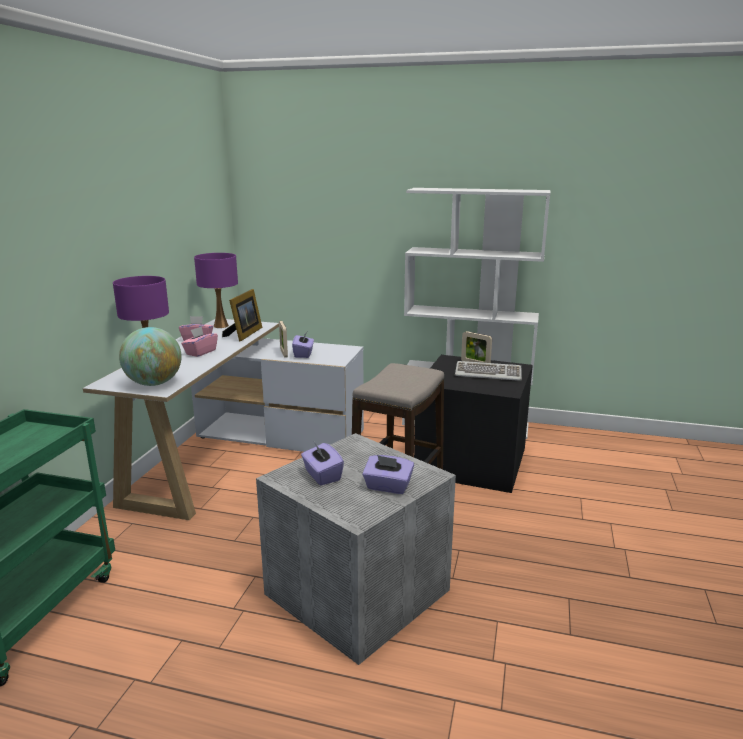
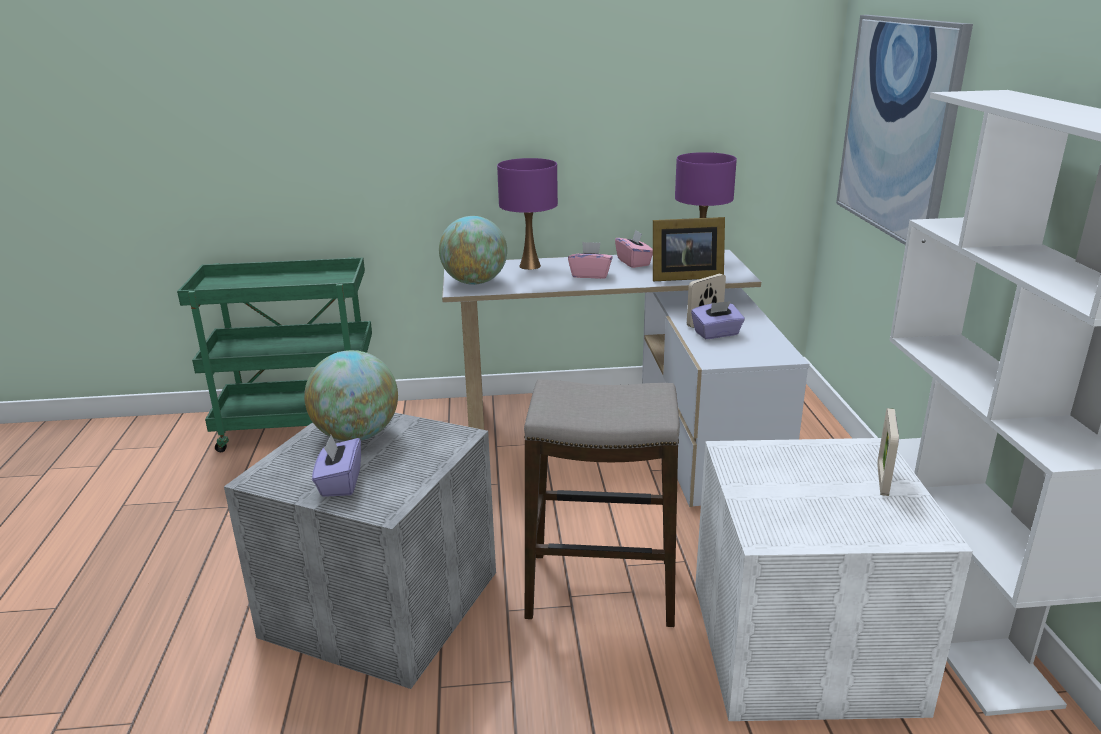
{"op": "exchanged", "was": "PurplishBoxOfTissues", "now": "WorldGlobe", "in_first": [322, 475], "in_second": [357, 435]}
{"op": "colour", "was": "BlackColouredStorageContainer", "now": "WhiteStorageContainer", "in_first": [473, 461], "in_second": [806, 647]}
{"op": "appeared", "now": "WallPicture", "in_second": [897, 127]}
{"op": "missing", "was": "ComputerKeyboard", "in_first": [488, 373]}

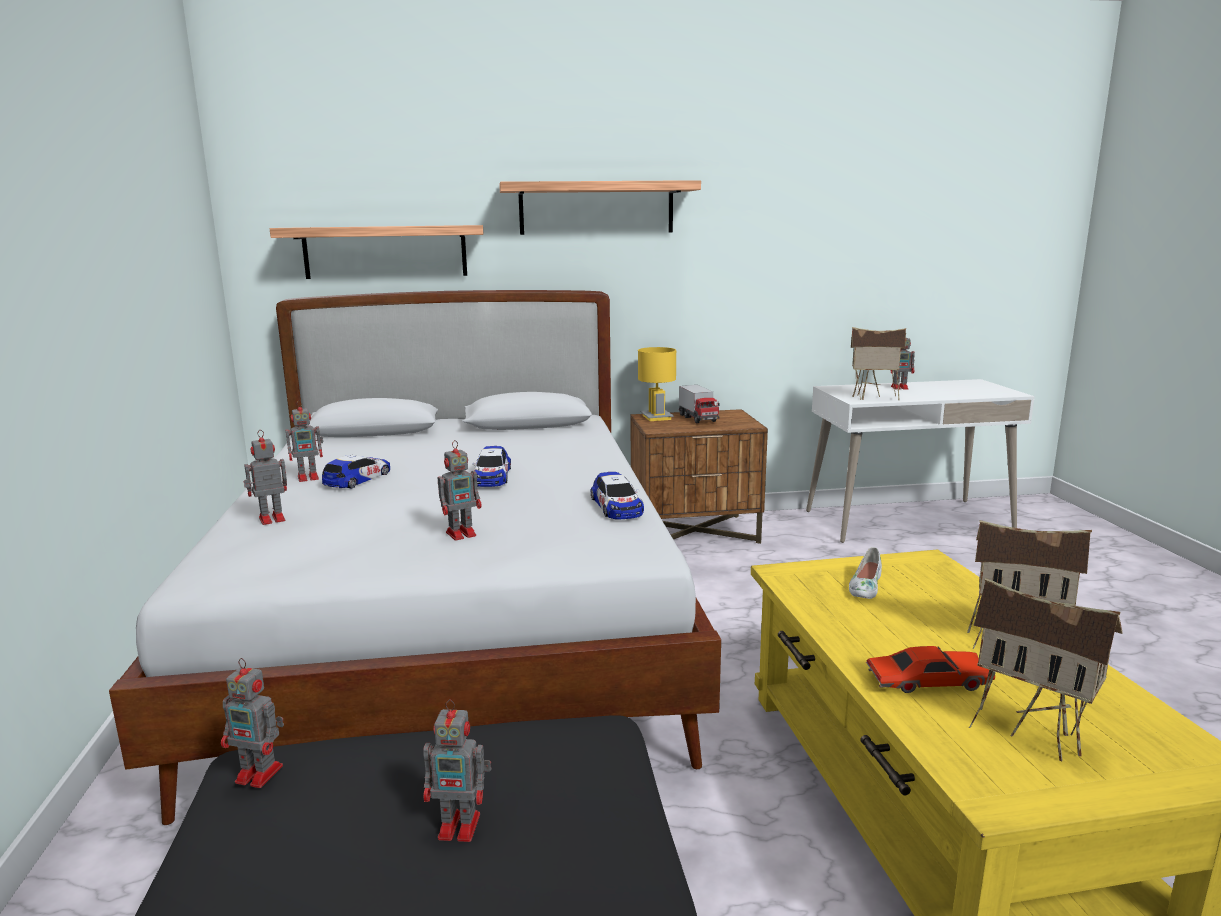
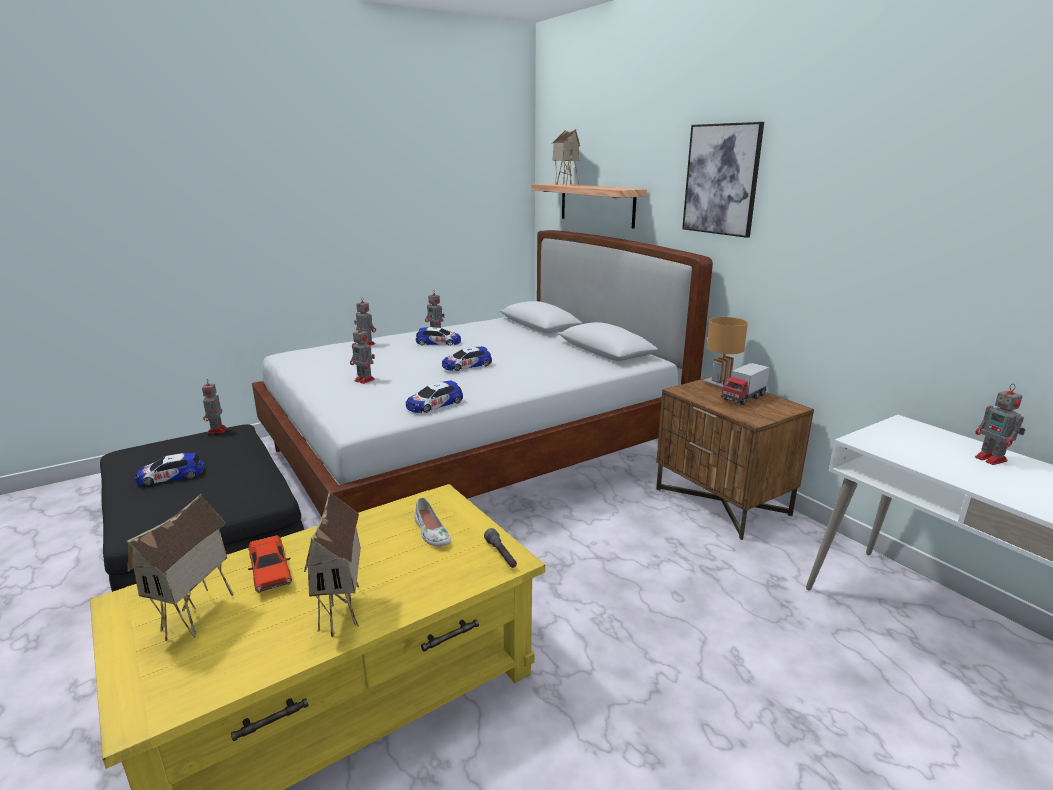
{"op": "exchanged", "was": "ToyRobot", "now": "ToyCar", "in_first": [462, 826], "in_second": [170, 476]}
{"op": "spun", "was": "WhiteLowShoe", "in_first": [865, 586], "in_second": [431, 533], "clockwise": -120}
{"op": "appeared", "now": "GreyishHandTorch", "in_second": [501, 554]}
{"op": "relocated", "was": "MiniatureHouse", "in_first": [874, 398], "in_second": [565, 184]}
{"op": "exchanged", "was": "WallShelf", "now": "WallPicture", "in_first": [596, 208], "in_second": [721, 179]}
{"op": "colour", "was": "YellowTabletopLamp", "now": "BrownishTabletopLamp", "in_first": [656, 417], "in_second": [720, 384]}

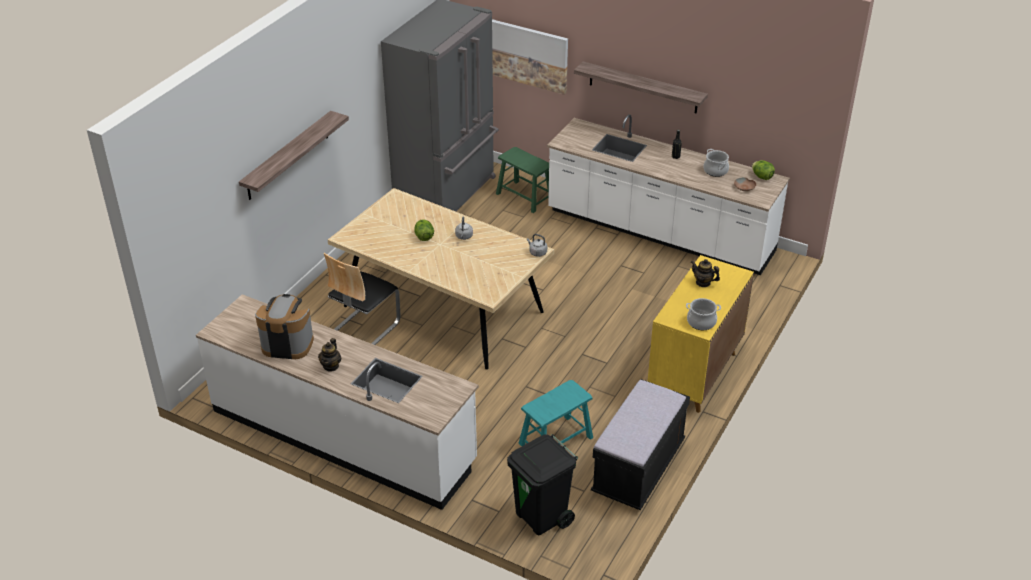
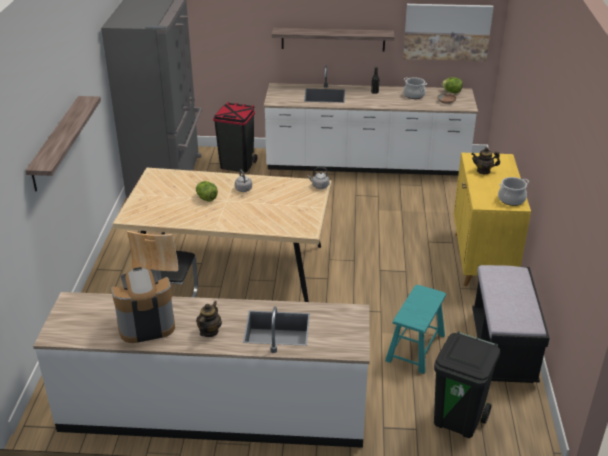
{"op": "spun", "was": "TeaPot", "in_first": [331, 366], "in_second": [209, 332], "clockwise": -150}
{"op": "exchanged", "was": "GreenishStool", "now": "BlackColouredWasteBin", "in_first": [525, 196], "in_second": [237, 164]}
{"op": "relocated", "was": "WallPicture", "in_first": [527, 55], "in_second": [447, 31]}

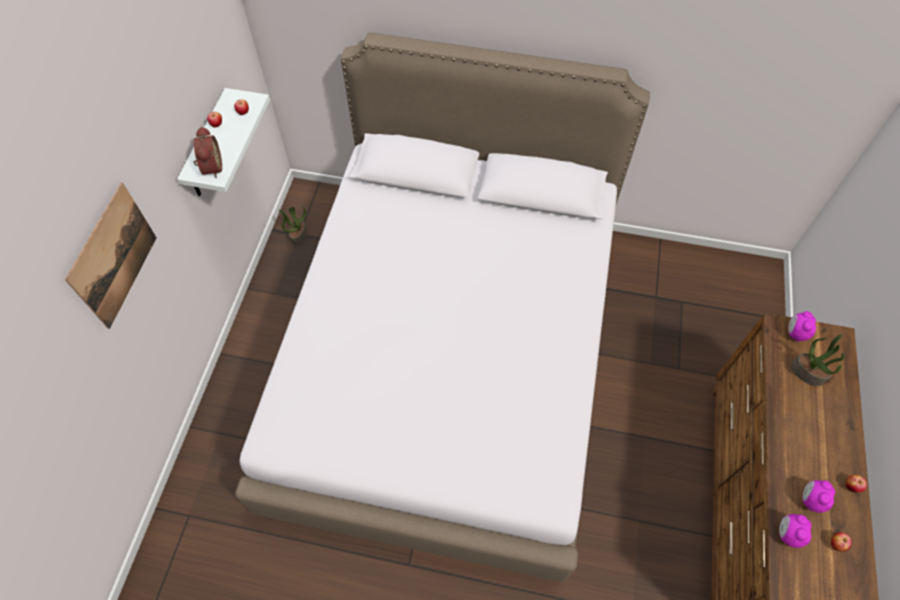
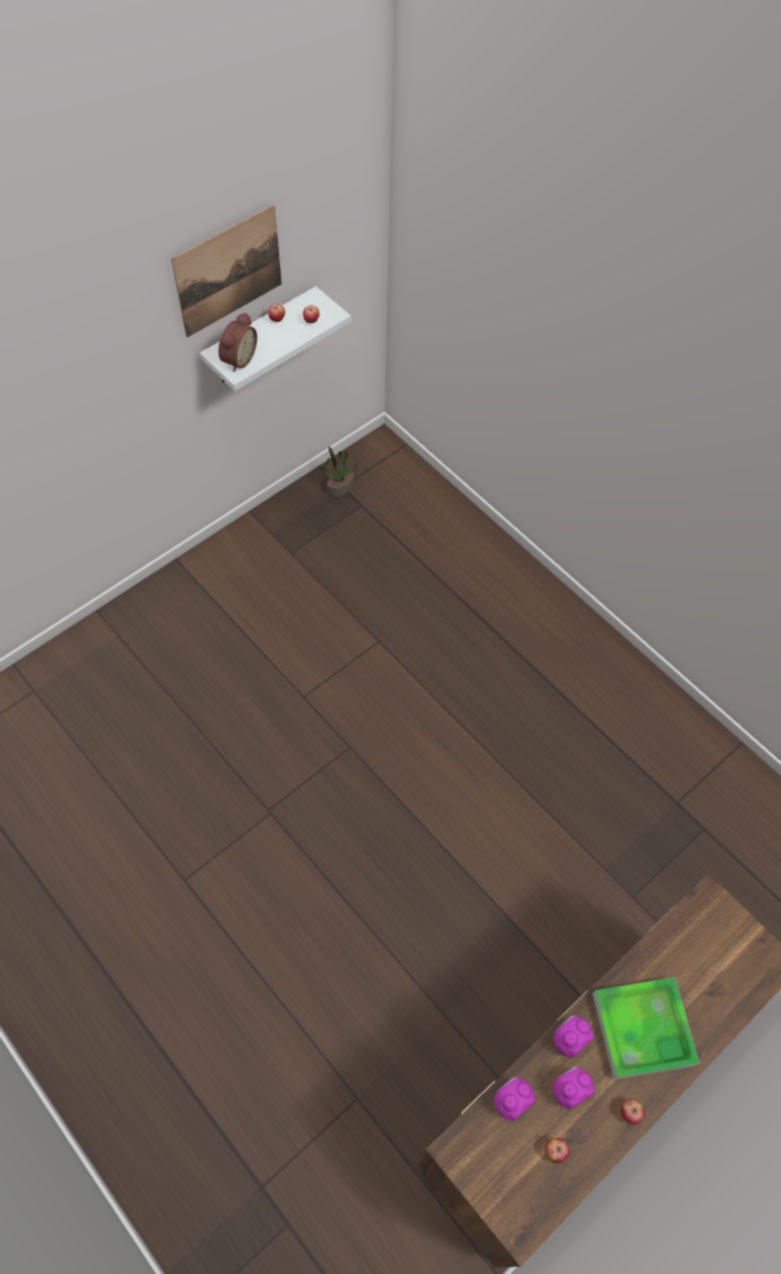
{"op": "relocated", "was": "WallPicture", "in_first": [114, 256], "in_second": [228, 271]}
{"op": "relocated", "was": "BedsideClock", "in_first": [795, 333], "in_second": [569, 1039]}
{"op": "appeared", "now": "ServingTray", "in_second": [642, 1029]}
{"op": "missing", "was": "WhiteSleepingBed", "in_first": [449, 360]}
{"op": "missing", "was": "PottedPlant", "in_first": [807, 373]}

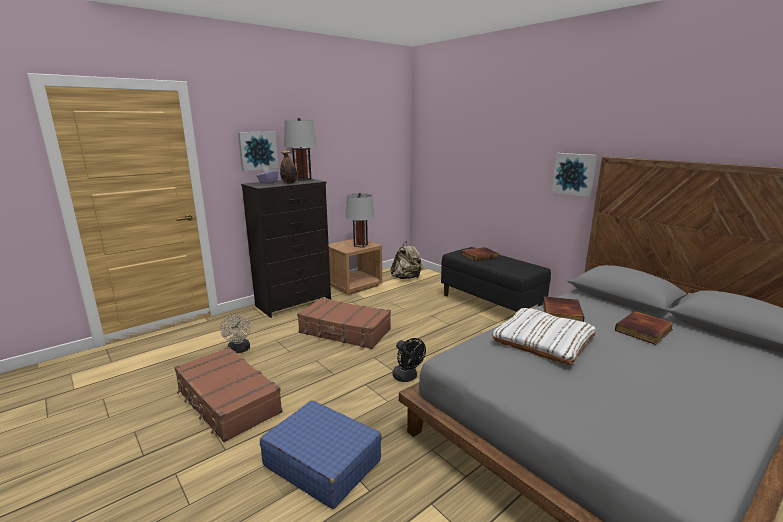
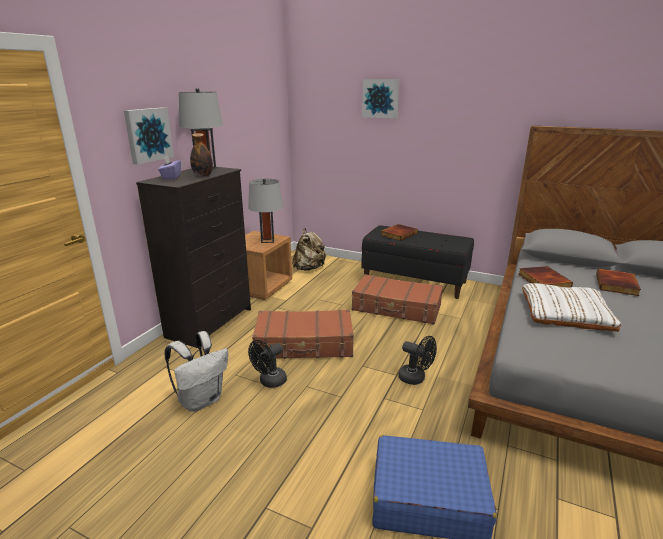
{"op": "exchanged", "was": "BeigeElectricFan", "now": "WhiteRucksack", "in_first": [239, 350], "in_second": [201, 400]}
{"op": "appeared", "now": "BlackColouredElectricFan", "in_second": [269, 382]}
{"op": "relocated", "was": "BrownishTravelCase", "in_first": [227, 402], "in_second": [396, 308]}
{"op": "relocated", "was": "WallPicture", "in_first": [574, 174], "in_second": [381, 98]}

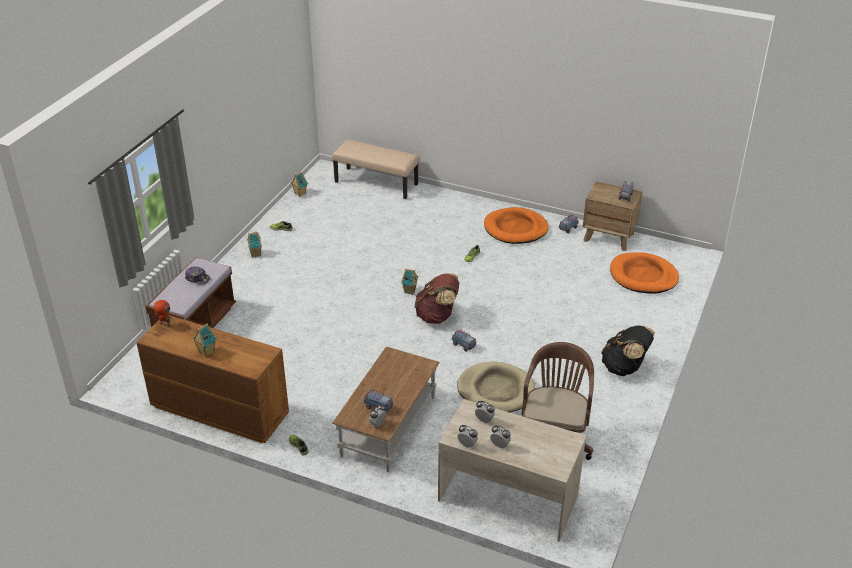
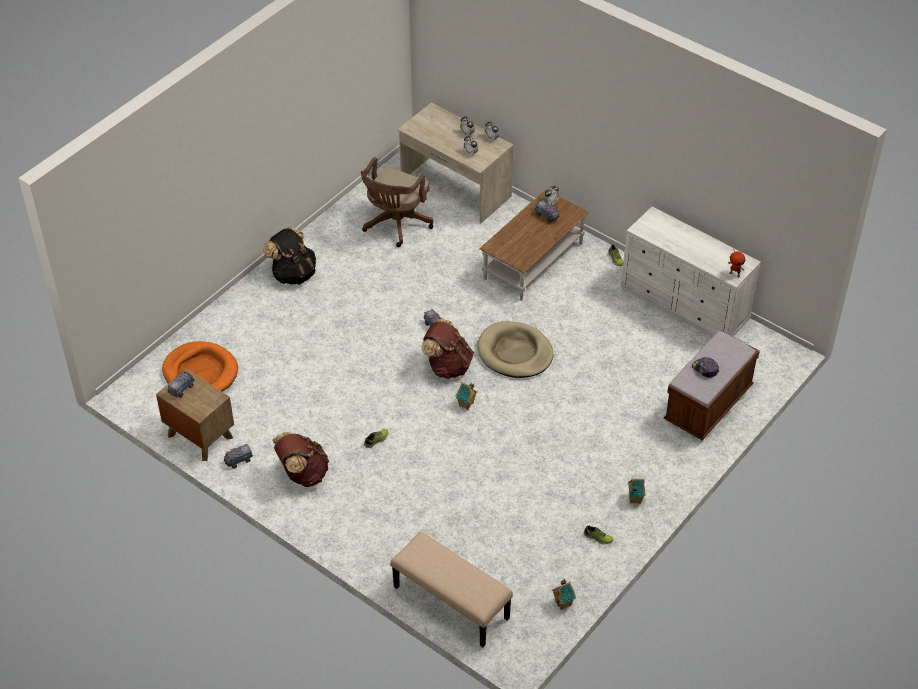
{"op": "exchanged", "was": "OrangeColouredDogCushion", "now": "BrownishRucksack", "in_first": [515, 229], "in_second": [302, 474]}
{"op": "relocated", "was": "BeigeDogCushion", "in_first": [496, 390], "in_second": [515, 353]}
{"op": "colour", "was": "BrownishDrawerChest", "now": "WhiteDrawerChest", "in_first": [219, 410], "in_second": [685, 305]}
{"op": "missing", "was": "MiniatureHouse", "in_first": [206, 352]}

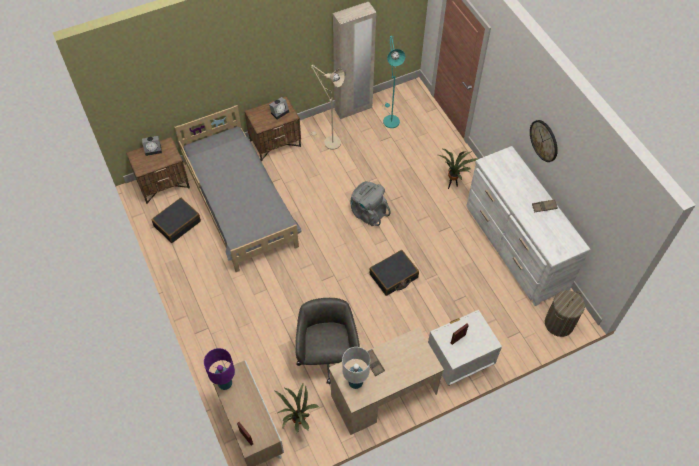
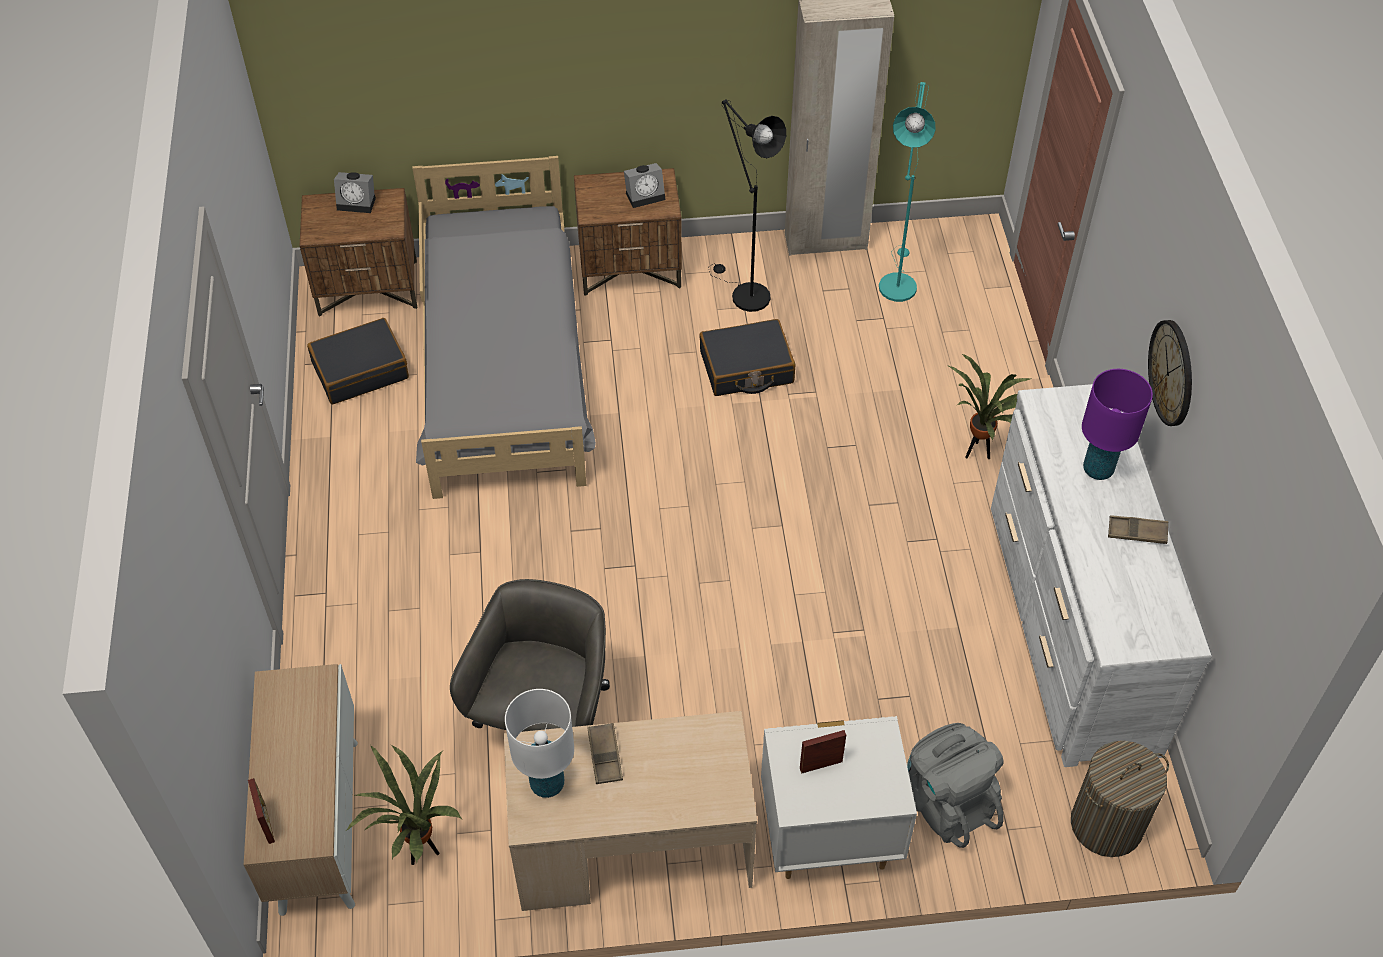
{"op": "relocated", "was": "BlackColouredTravelCase", "in_first": [393, 276], "in_second": [746, 368]}
{"op": "colour", "was": "BeigeFloorLamp", "now": "BlackColouredFloorLamp", "in_first": [329, 142], "in_second": [744, 294]}
{"op": "relocated", "was": "GreyishRucksack", "in_first": [368, 212], "in_second": [947, 802]}
{"op": "relocated", "was": "PurplishTabletopLamp", "in_first": [225, 383], "in_second": [1097, 469]}

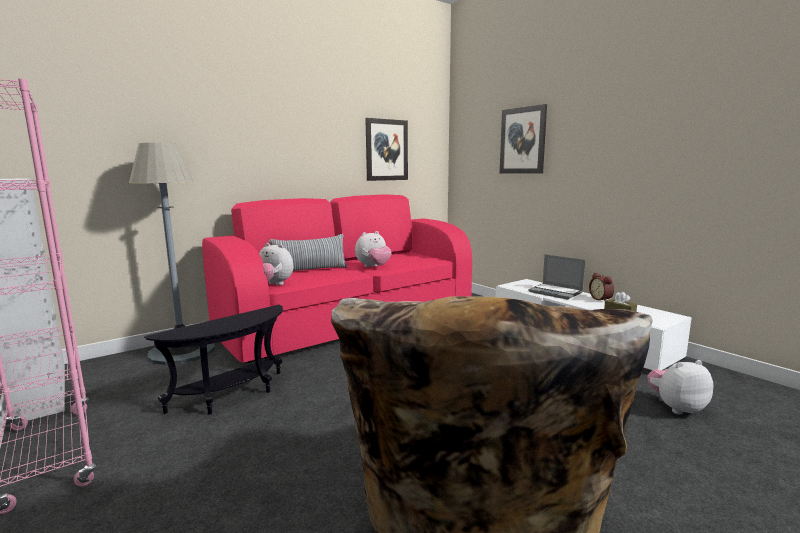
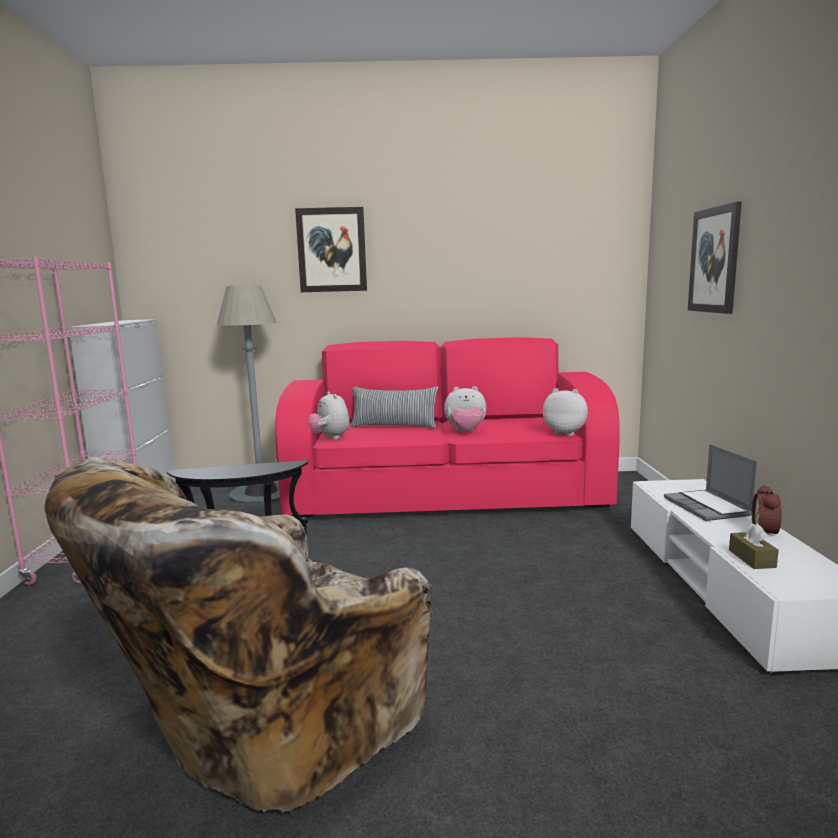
{"op": "relocated", "was": "WallPicture", "in_first": [386, 150], "in_second": [332, 250]}
{"op": "relocated", "was": "CuddlyToy", "in_first": [676, 407], "in_second": [565, 433]}

